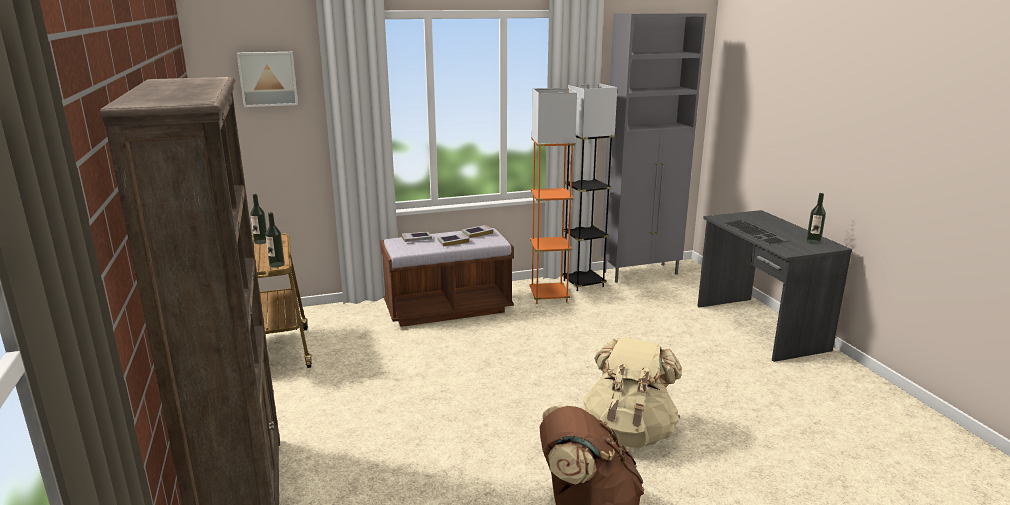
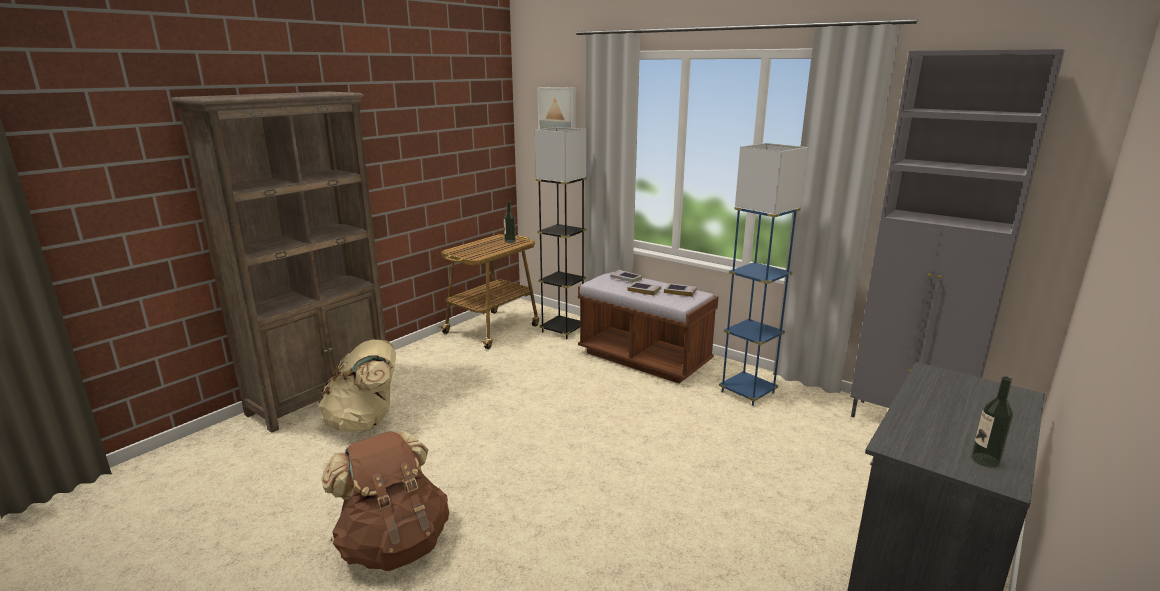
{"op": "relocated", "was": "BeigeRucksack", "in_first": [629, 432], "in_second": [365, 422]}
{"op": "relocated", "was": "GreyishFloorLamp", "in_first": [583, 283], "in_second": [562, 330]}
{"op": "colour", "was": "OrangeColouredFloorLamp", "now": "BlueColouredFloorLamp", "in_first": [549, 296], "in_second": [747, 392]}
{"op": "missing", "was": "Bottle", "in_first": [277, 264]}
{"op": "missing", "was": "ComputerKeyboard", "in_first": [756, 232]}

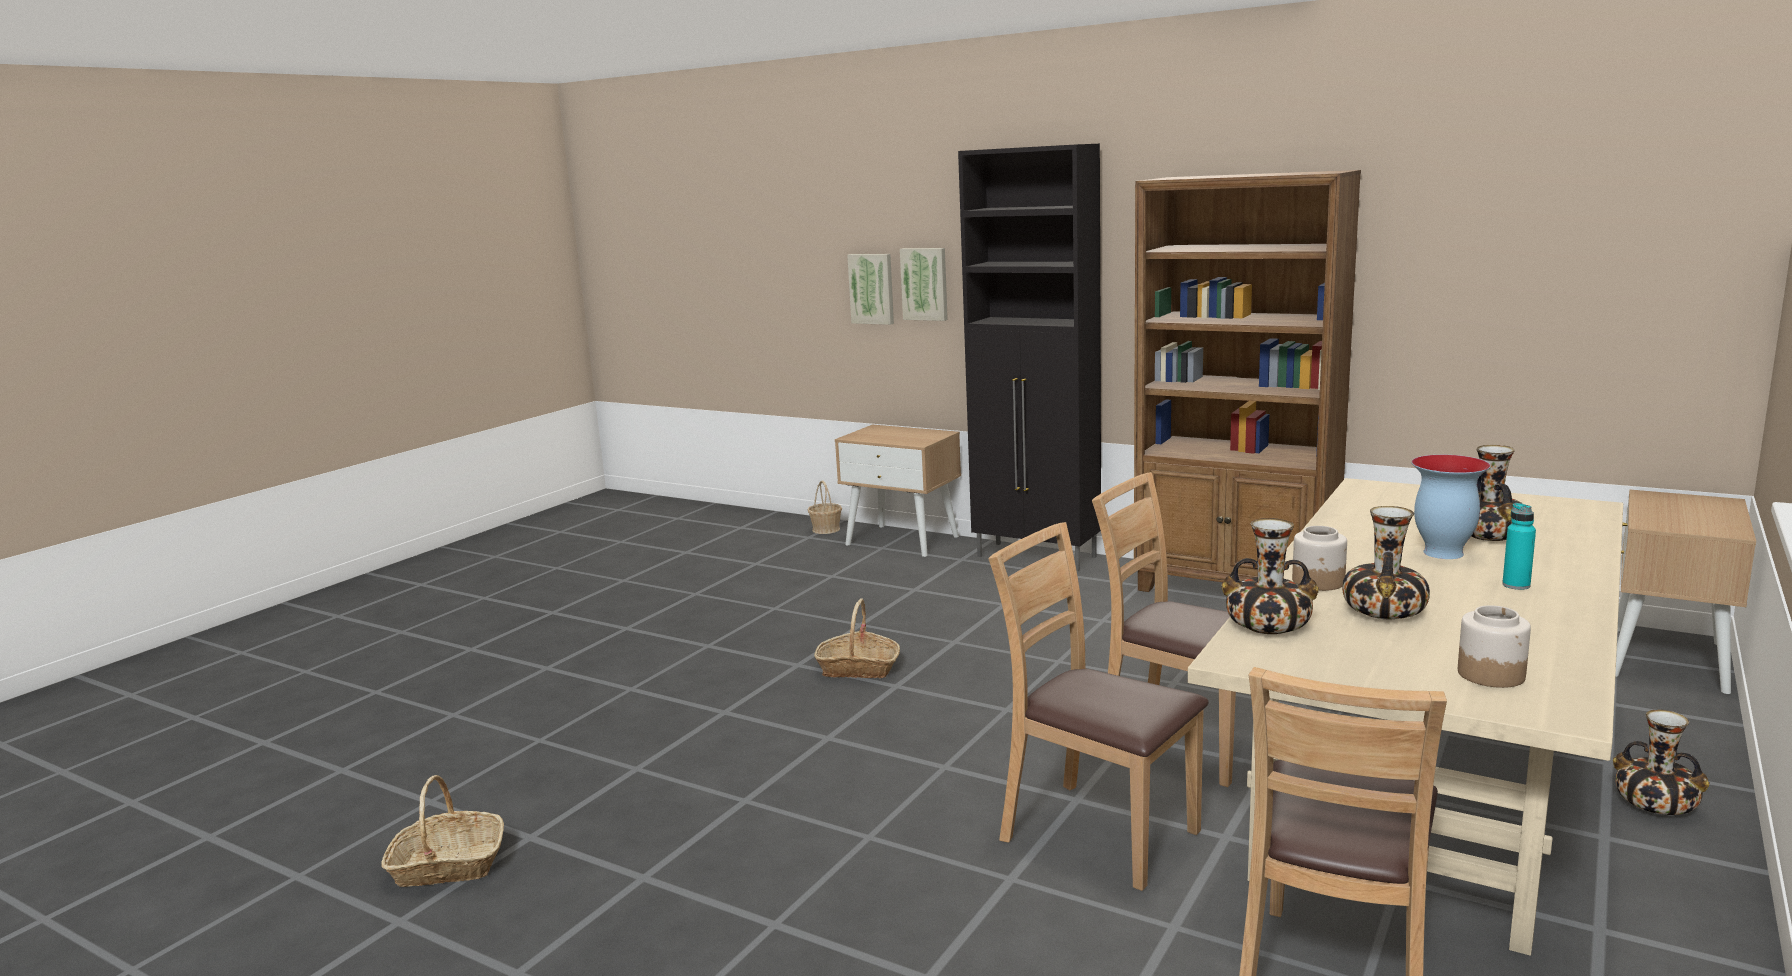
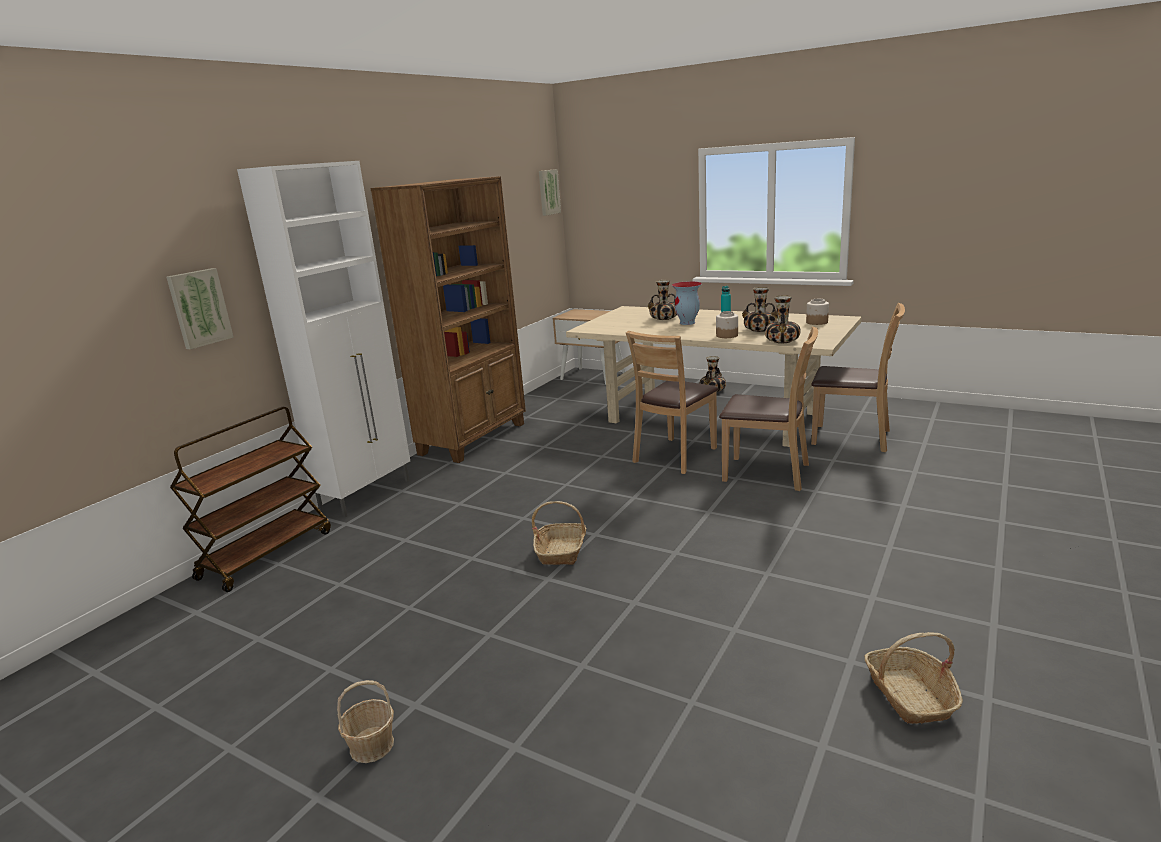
{"op": "exchanged", "was": "BeigeNightTable", "now": "BrownishCart", "in_first": [903, 540], "in_second": [266, 554]}
{"op": "colour", "was": "BlackColouredCabinet", "now": "WhiteCabinet", "in_first": [1037, 557], "in_second": [367, 494]}
{"op": "relocated", "was": "StorageBasket", "in_first": [826, 529], "in_second": [371, 745]}
{"op": "relocated", "was": "WallPicture", "in_first": [872, 288], "in_second": [548, 192]}
{"op": "spun", "was": "BrownishUprightChair", "in_first": [1098, 833], "in_second": [767, 473], "clockwise": -105}

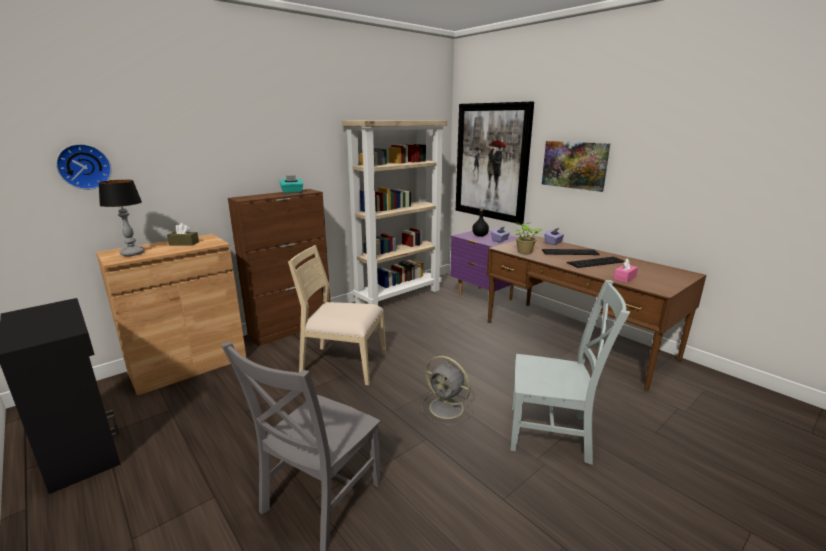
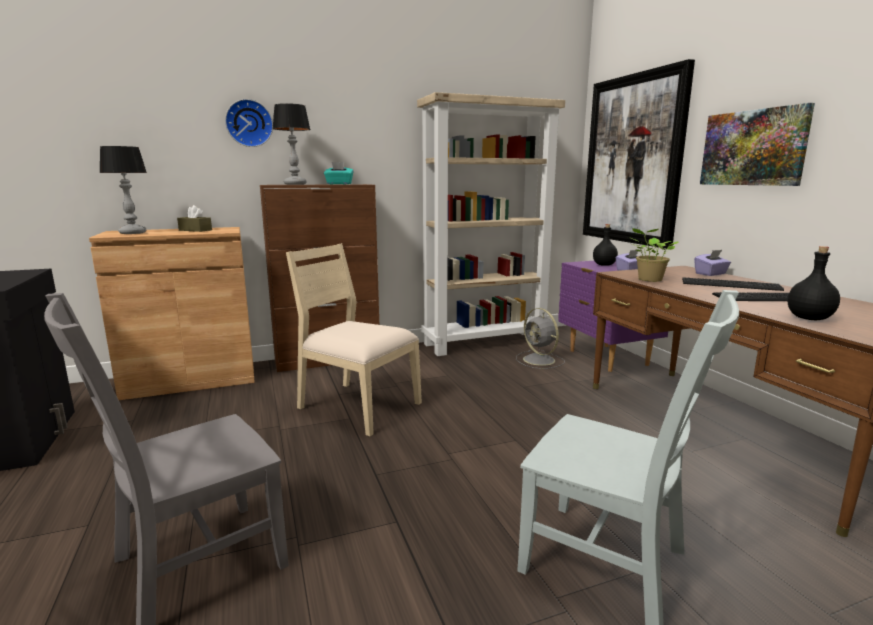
{"op": "relocated", "was": "HangingClock", "in_first": [84, 166], "in_second": [249, 123]}
{"op": "appeared", "now": "TabletopLamp", "in_second": [296, 184]}
{"op": "relocated", "was": "GreyishElectricFan", "in_first": [447, 408], "in_second": [540, 360]}
{"op": "exchanged", "was": "PinkishBoxOfTissues", "now": "BlackColouredBottle", "in_first": [624, 278], "in_second": [810, 319]}

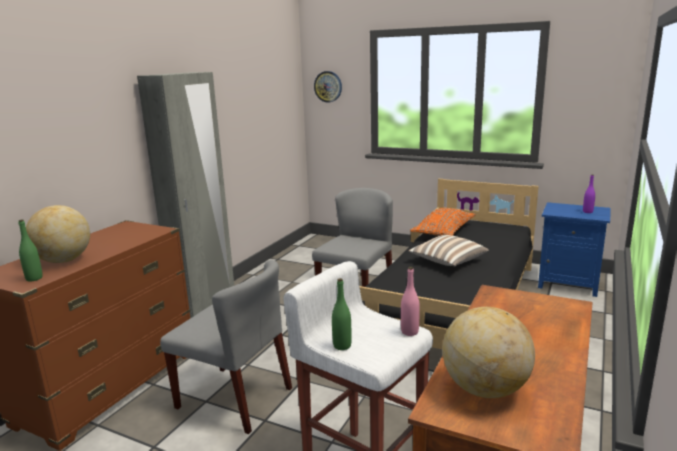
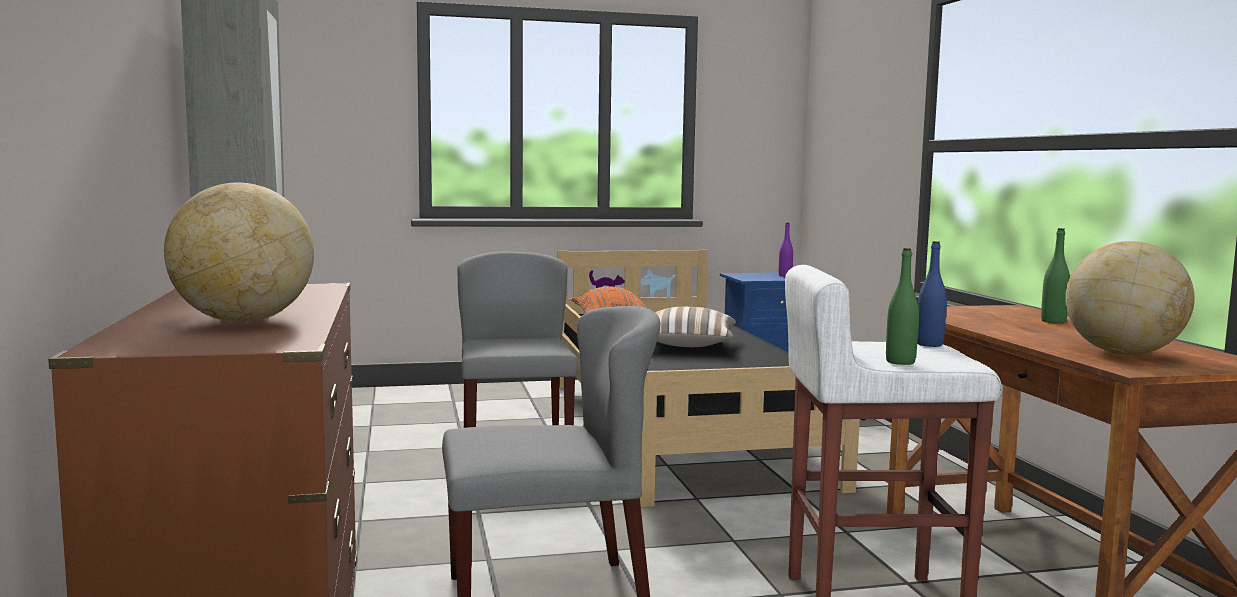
{"op": "colour", "was": "PinkishBottle", "now": "BlueColouredBottle", "in_first": [409, 332], "in_second": [929, 344]}
{"op": "relocated", "was": "GreenishBottle", "in_first": [34, 278], "in_second": [1053, 321]}
{"op": "missing", "was": "HangingClock", "in_first": [328, 86]}

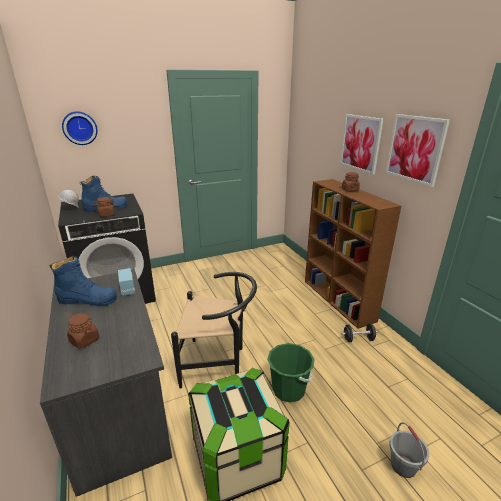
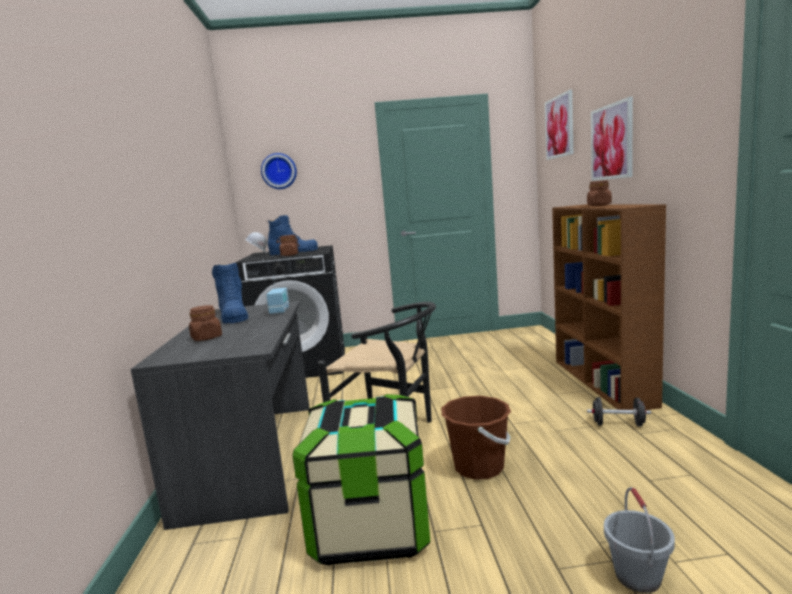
{"op": "spun", "was": "BlueColouredTallBoot", "in_first": [88, 300], "in_second": [233, 317], "clockwise": 45}
{"op": "colour", "was": "GreenishPail", "now": "BrownishPail", "in_first": [288, 389], "in_second": [479, 467]}
{"op": "relocated", "was": "WallPicture", "in_first": [415, 149], "in_second": [559, 127]}

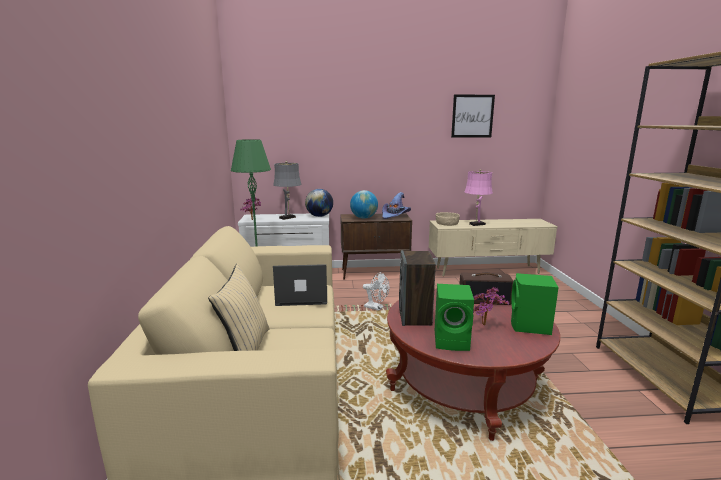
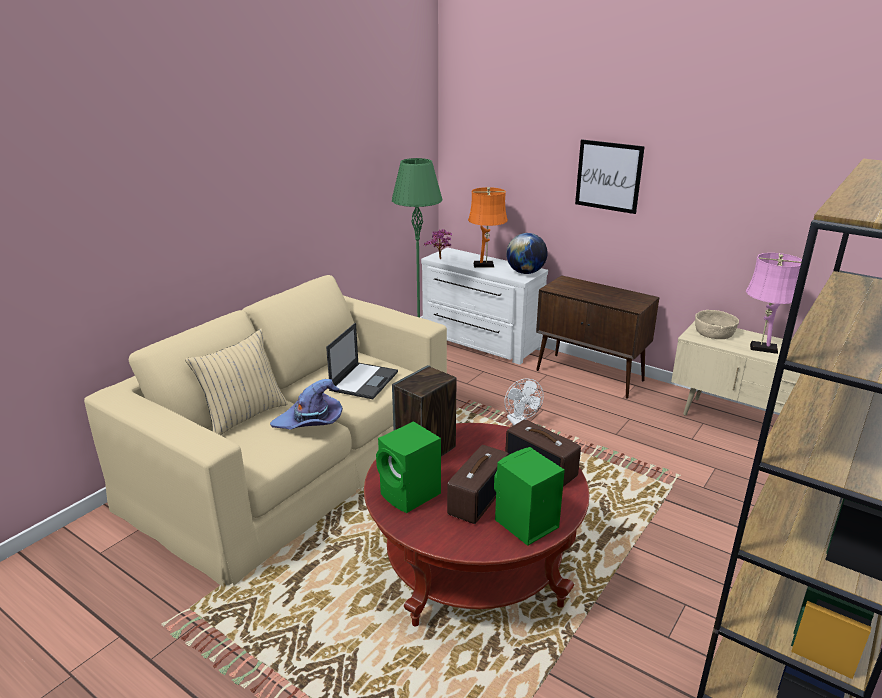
{"op": "relocated", "was": "PurplishClothingHat", "in_first": [395, 215], "in_second": [310, 422]}
{"op": "spun", "was": "PortableComputer", "in_first": [301, 297], "in_second": [364, 380], "clockwise": 75}
{"op": "exchanged", "was": "PottedPlant", "now": "RadioSet", "in_first": [486, 326], "in_second": [477, 498]}
{"op": "colour", "was": "GreyishTabletopLamp", "now": "OrangeColouredTabletopLamp", "in_first": [288, 217], "in_second": [486, 265]}
{"op": "relocated", "was": "WallPicture", "in_first": [472, 116], "in_second": [608, 176]}
{"op": "missing", "was": "WorldGlobe", "in_first": [364, 218]}

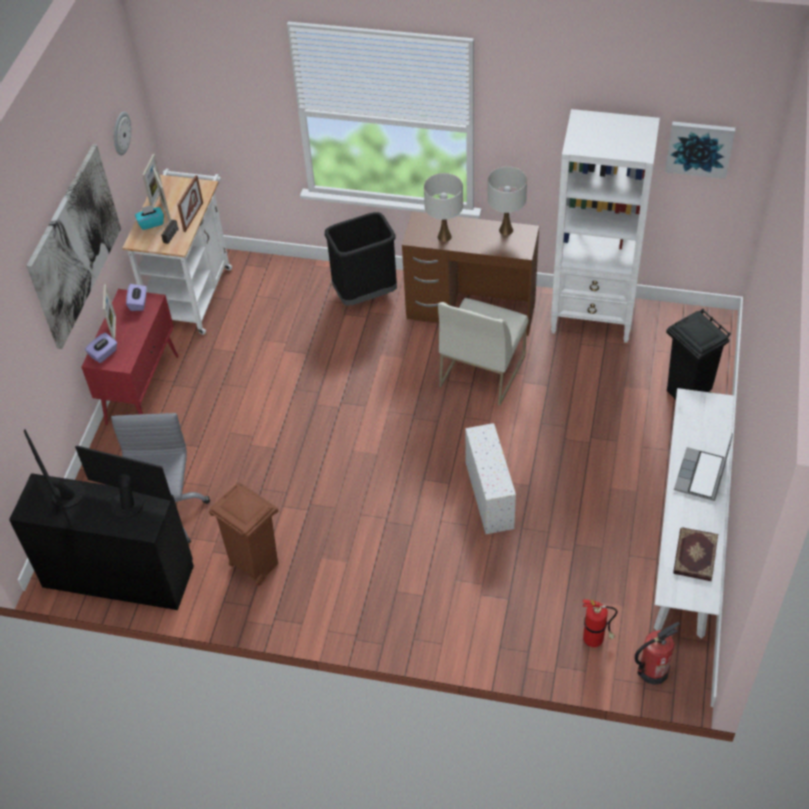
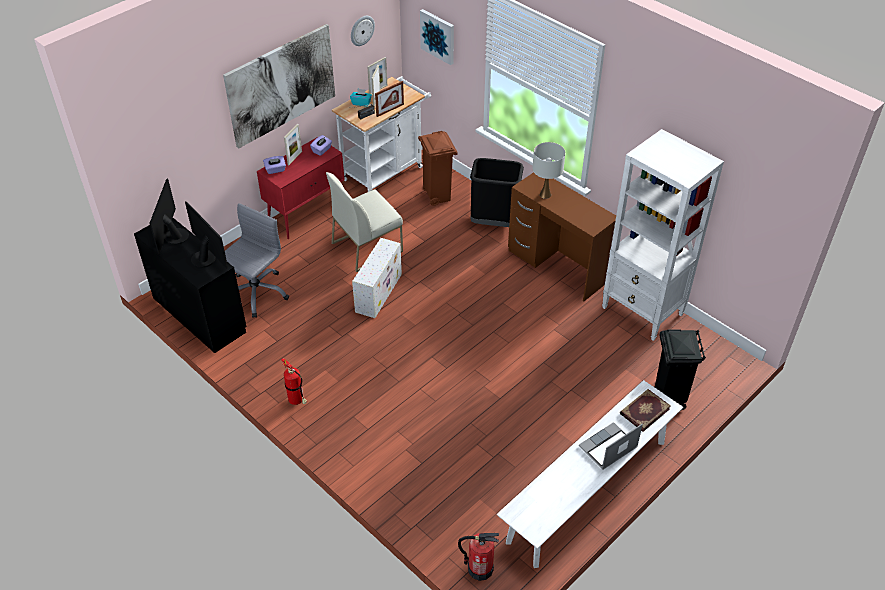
{"op": "relocated", "was": "FireFightingCylinder", "in_first": [595, 640], "in_second": [297, 401]}
{"op": "relocated", "was": "WhiteUprightChair", "in_first": [482, 370], "in_second": [367, 246]}
{"op": "relocated", "was": "WhiteStorageContainer", "in_first": [489, 494], "in_second": [379, 292]}
{"op": "relocated", "was": "BrownishWasteBin", "in_first": [255, 565], "in_second": [437, 196]}
{"op": "relocated", "was": "WallPicture", "in_first": [699, 148], "in_second": [438, 36]}
{"op": "relocated", "was": "BoundBook", "in_first": [694, 555], "in_second": [644, 411]}
{"op": "missing", "was": "WhiteTabletopLamp", "in_first": [506, 230]}

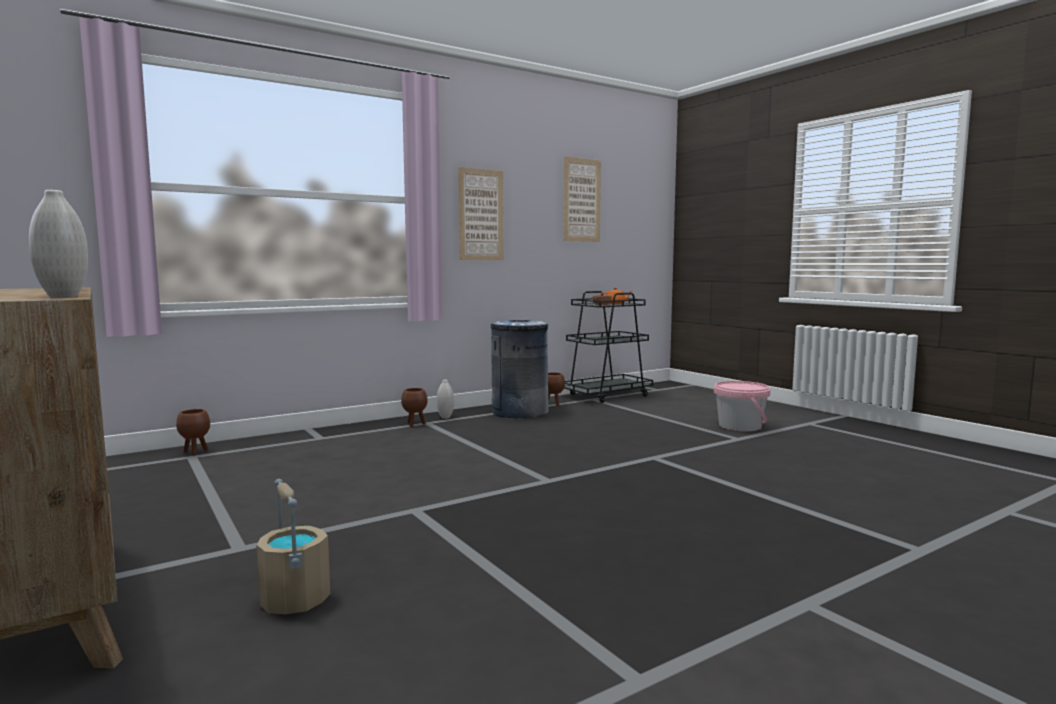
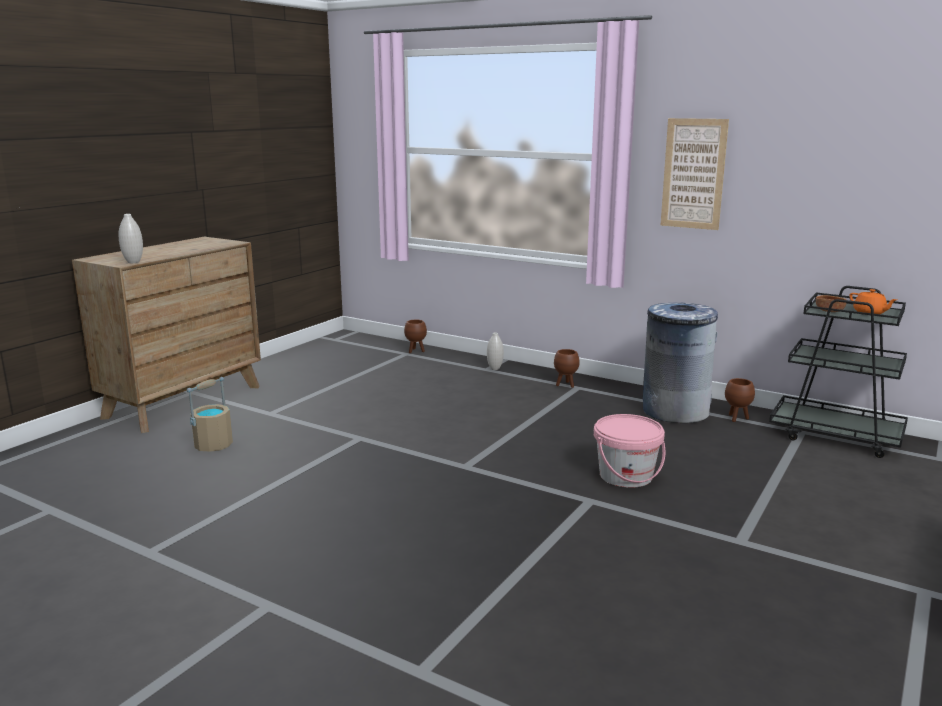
{"op": "relocated", "was": "WhiteVase", "in_first": [445, 417], "in_second": [495, 368]}
{"op": "relocated", "was": "PinkishPail", "in_first": [740, 426], "in_second": [626, 476]}
{"op": "missing", "was": "WallPicture", "in_first": [581, 200]}

